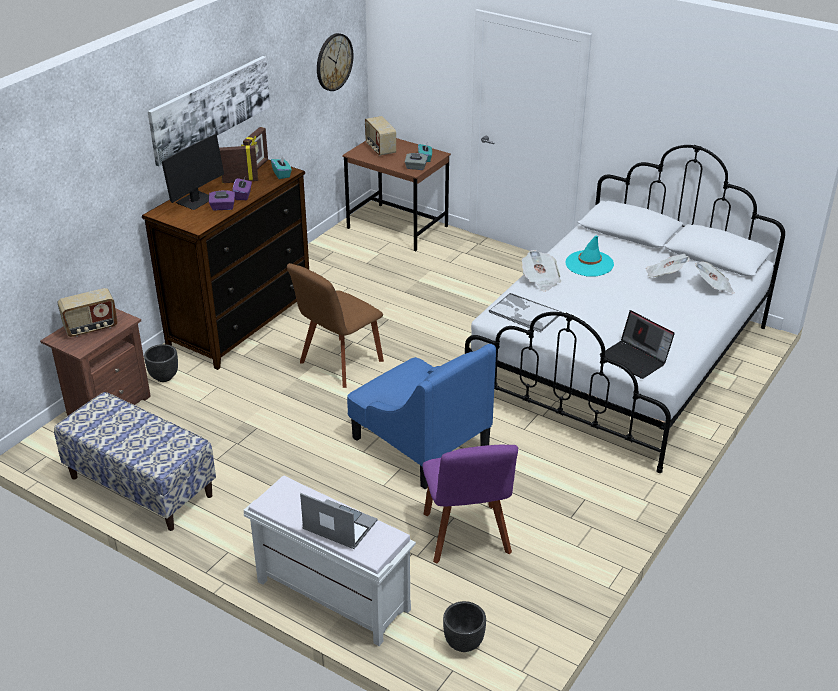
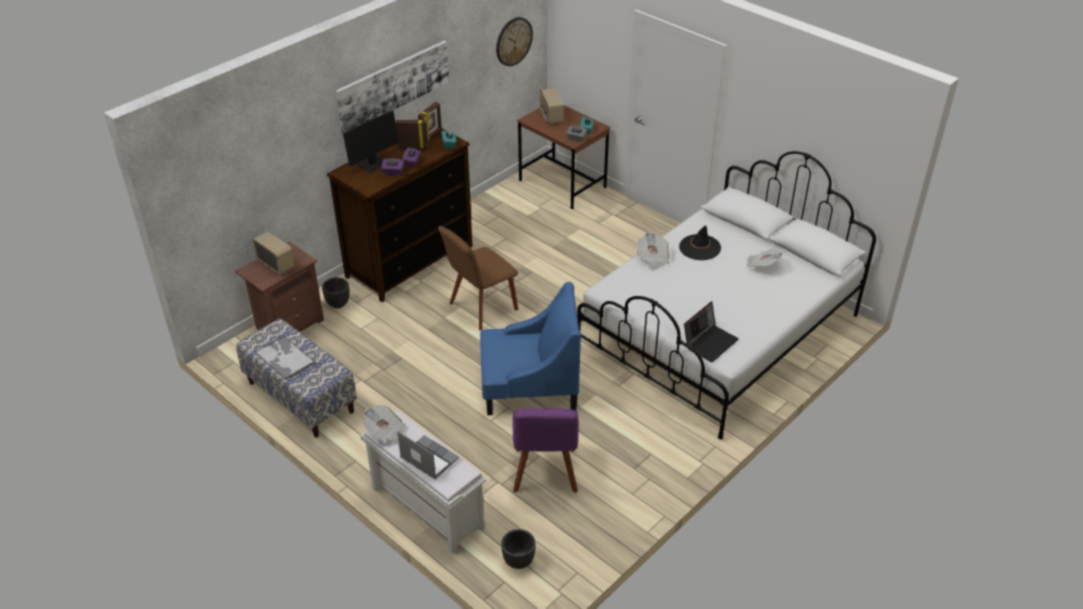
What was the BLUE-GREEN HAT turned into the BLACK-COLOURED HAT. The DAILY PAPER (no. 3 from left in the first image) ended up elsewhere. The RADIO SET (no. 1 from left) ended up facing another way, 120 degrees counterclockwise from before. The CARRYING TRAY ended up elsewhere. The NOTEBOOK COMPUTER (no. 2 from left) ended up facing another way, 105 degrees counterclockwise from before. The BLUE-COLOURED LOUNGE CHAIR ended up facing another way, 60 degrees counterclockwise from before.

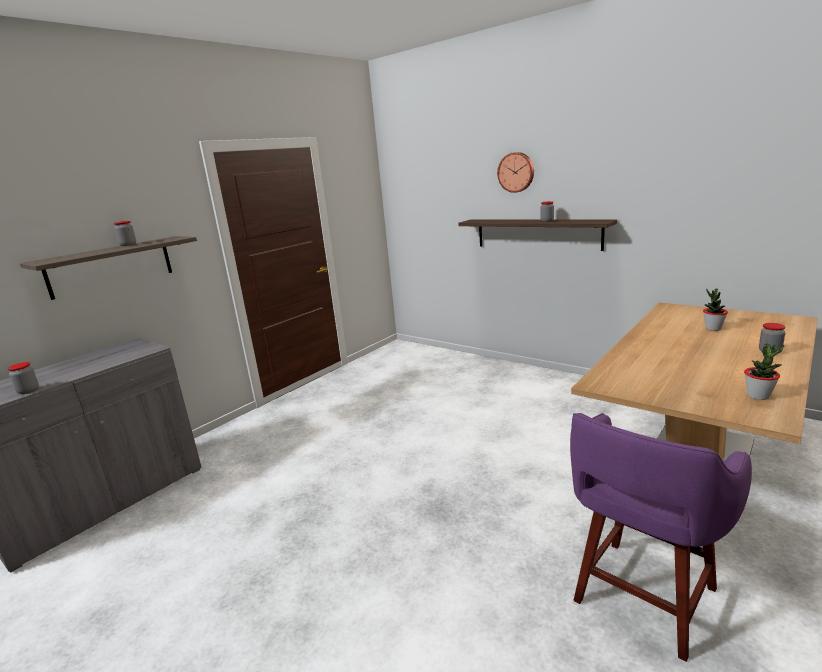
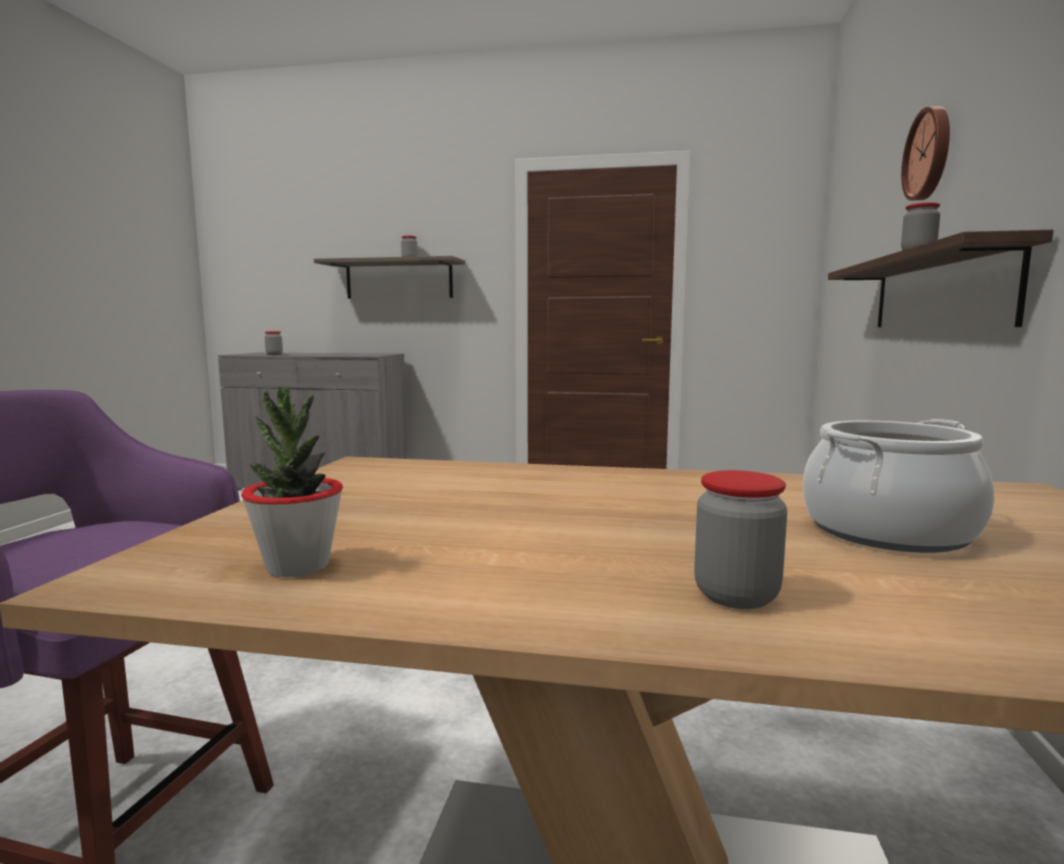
Where the POTTED PLANT (no. 1 from left) stood, the STOCKPOT came to stand.

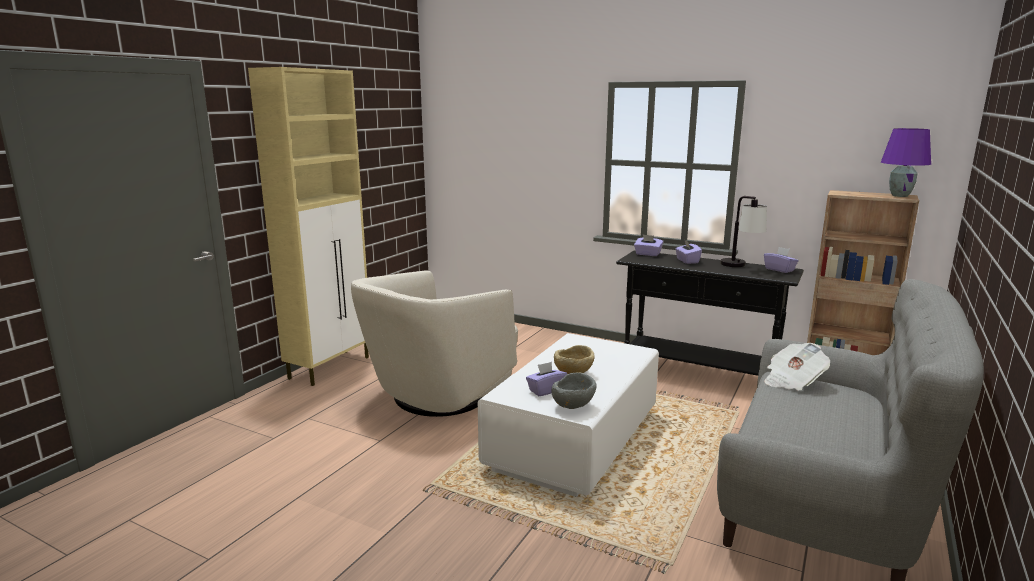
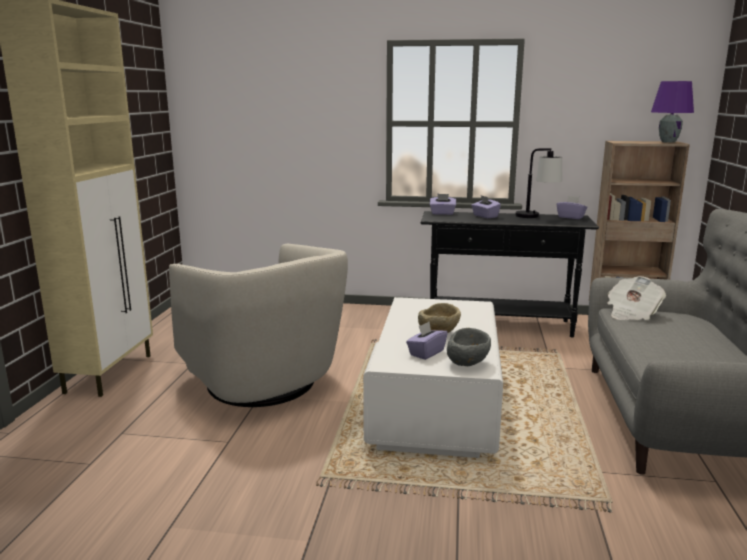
The SAND-COLOURED LOUNGE CHAIR ended up facing another way, 60 degrees counterclockwise from before.

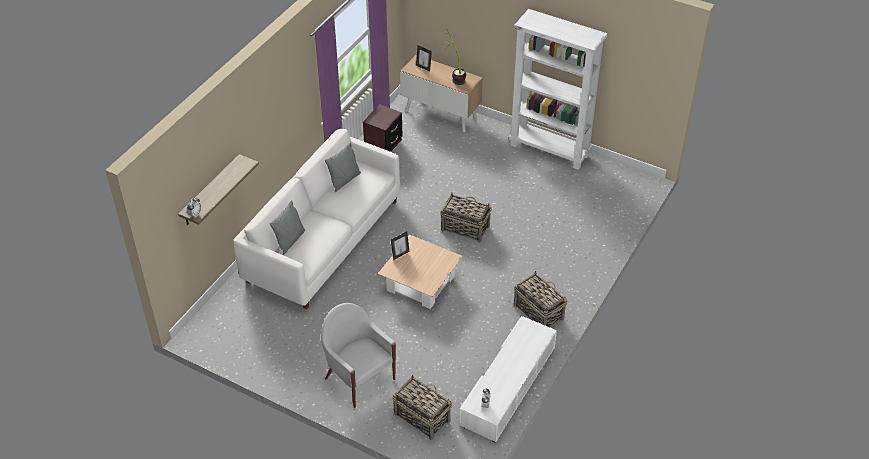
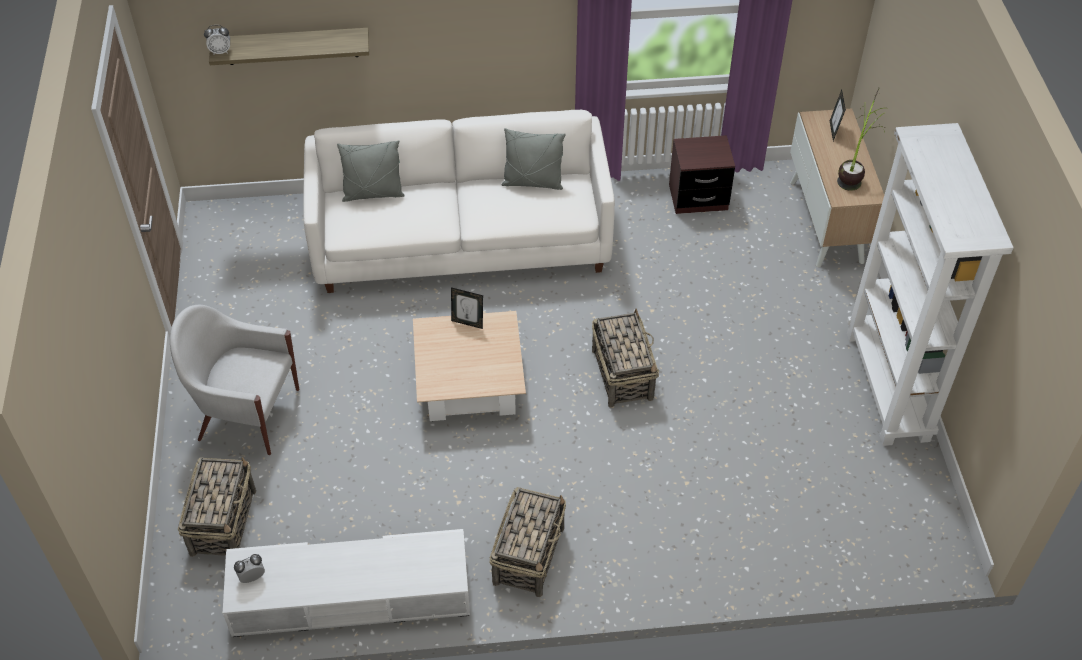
The WHITE LOUNGE CHAIR ended up facing another way, 90 degrees counterclockwise from before.

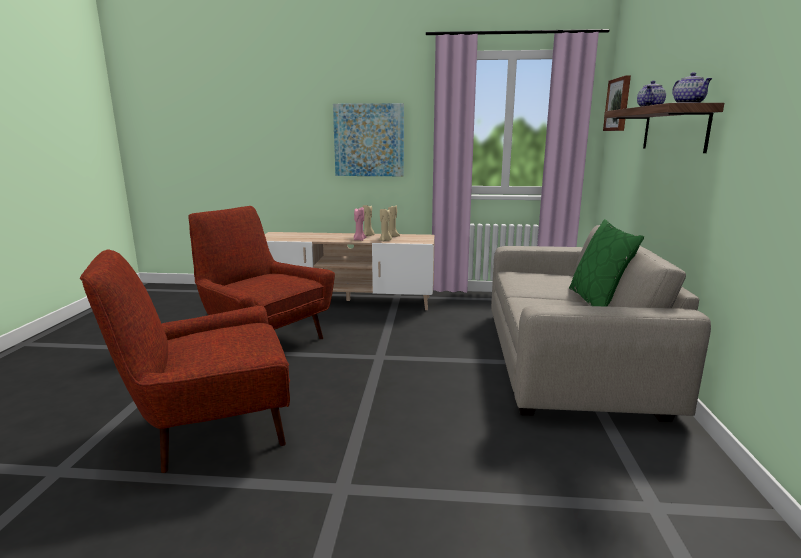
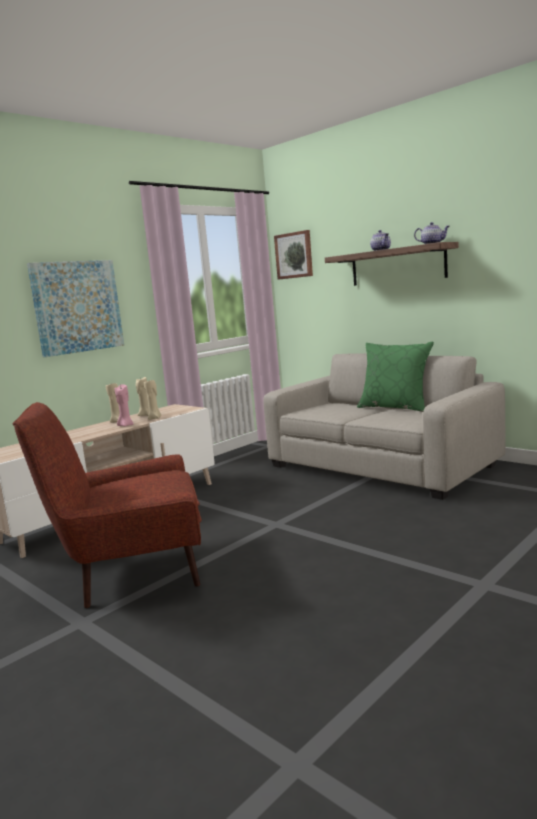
The second view lost the RED LOUNGE CHAIR (no. 1 from left).

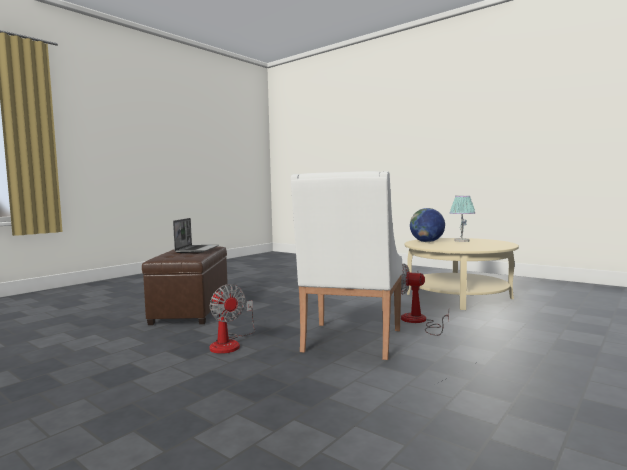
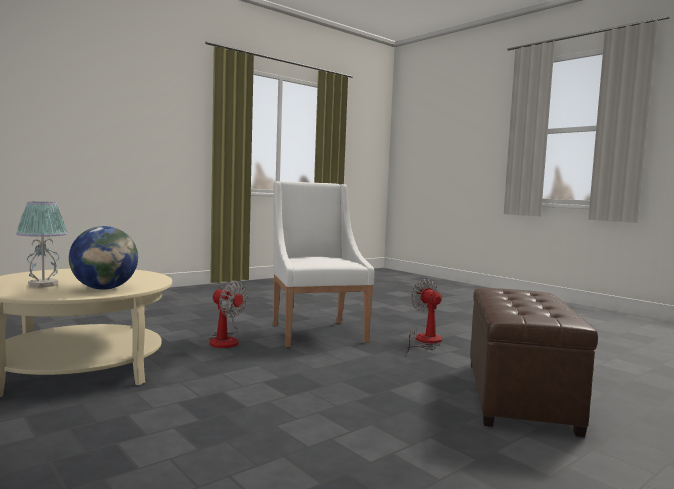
The WHITE LOUNGE CHAIR ended up facing another way, 45 degrees counterclockwise from before. The second view lost the NOTEBOOK COMPUTER.

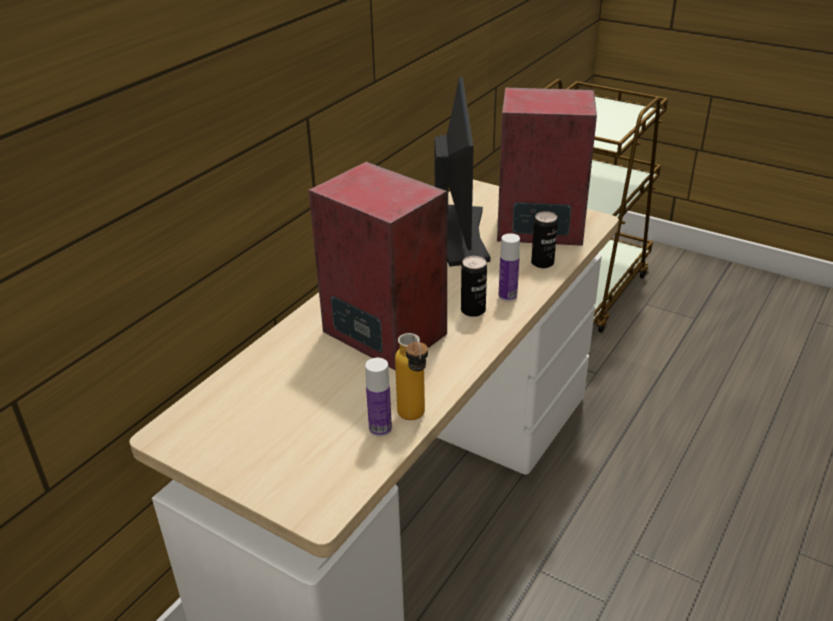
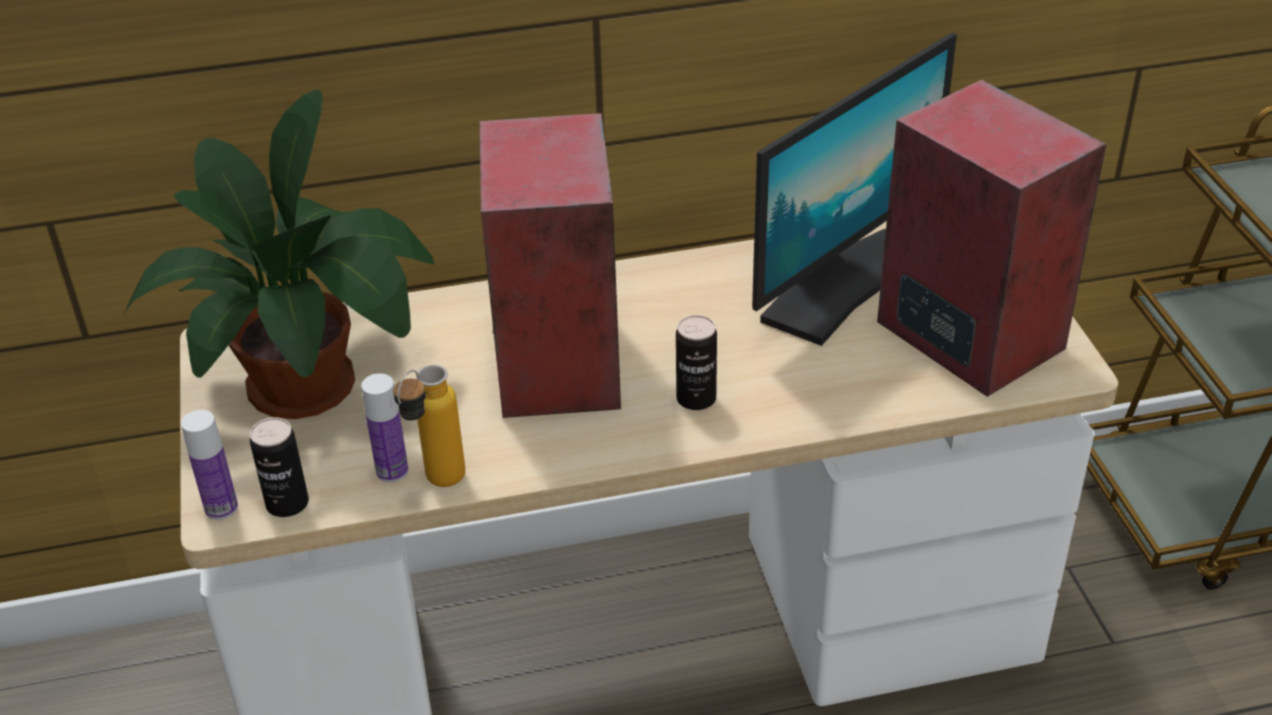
The CAN (no. 2 from left in the first image) ended up elsewhere. The DRINK BOTTLE (no. 3 from left in the first image) ended up elsewhere. The second view gained the POTTED PLANT.

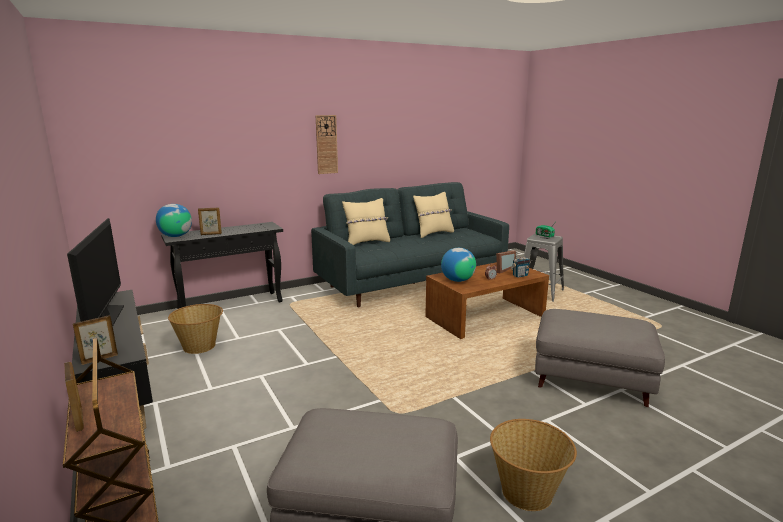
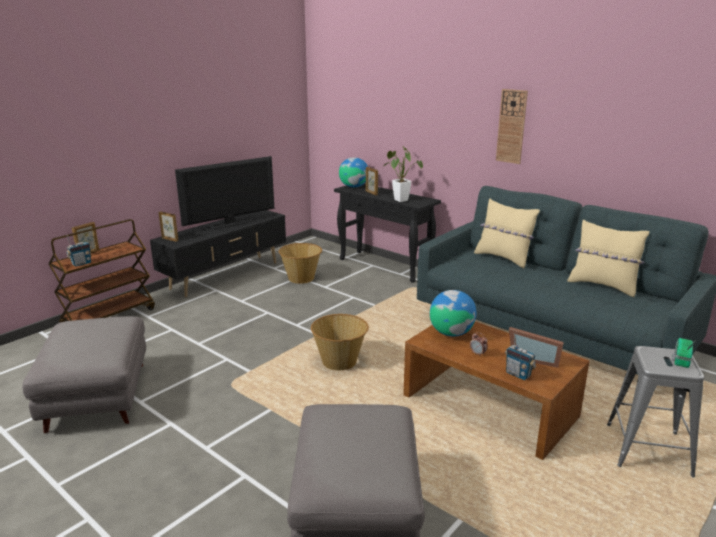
The STORAGE BASKET (no. 2 from left) ended up elsewhere. The second view gained the POTTED PLANT. The second view gained the RADIO SET (no. 1 from left).

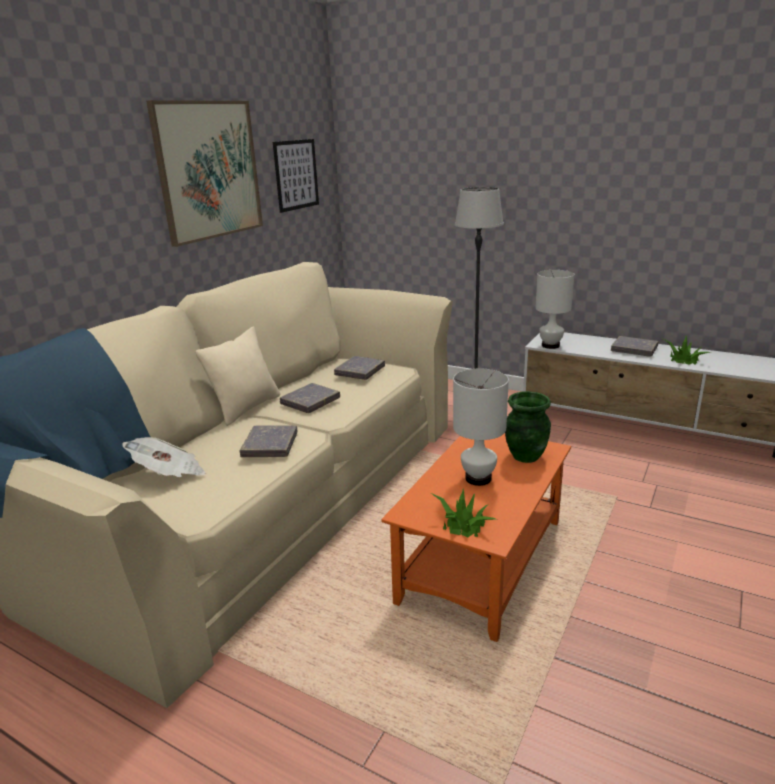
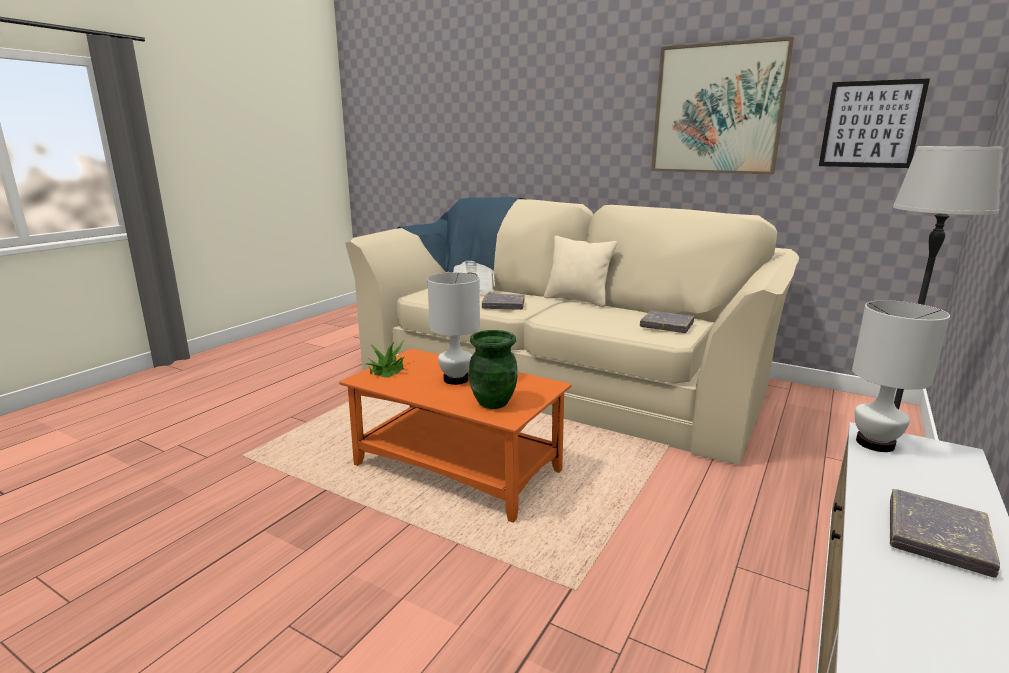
The second view lost the POTTED PLANT (no. 2 from left). The second view lost the GRAY BOUND BOOK (no. 2 from left).

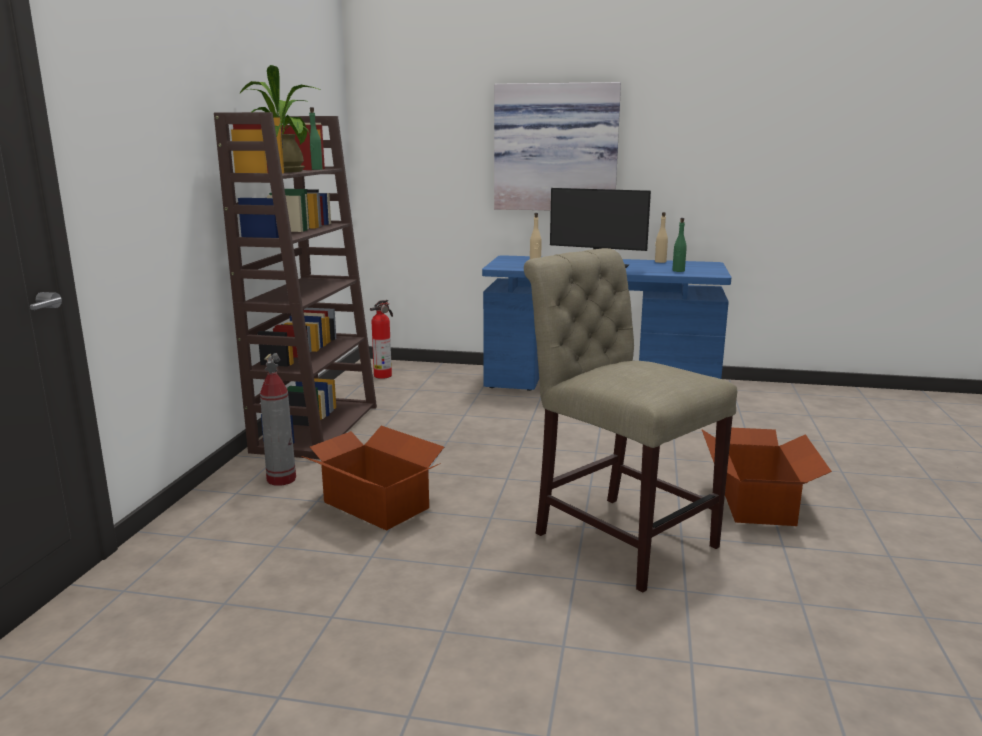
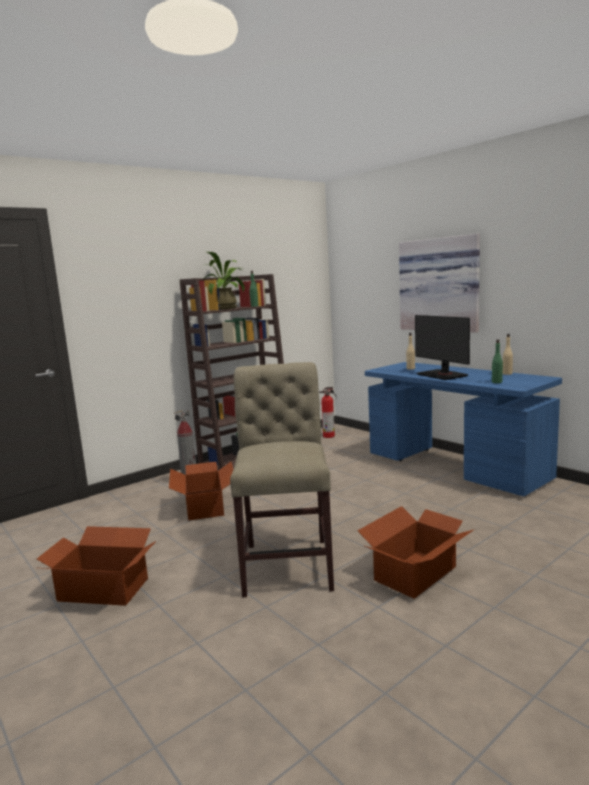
The second view gained the CARDBOARD BOX (no. 1 from left).

